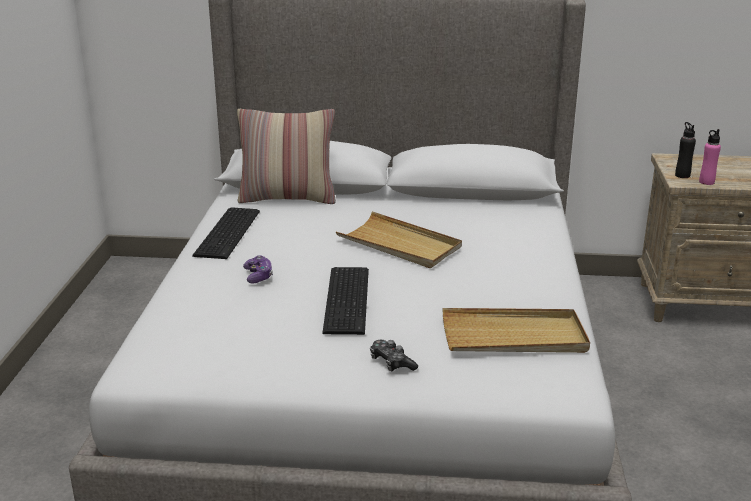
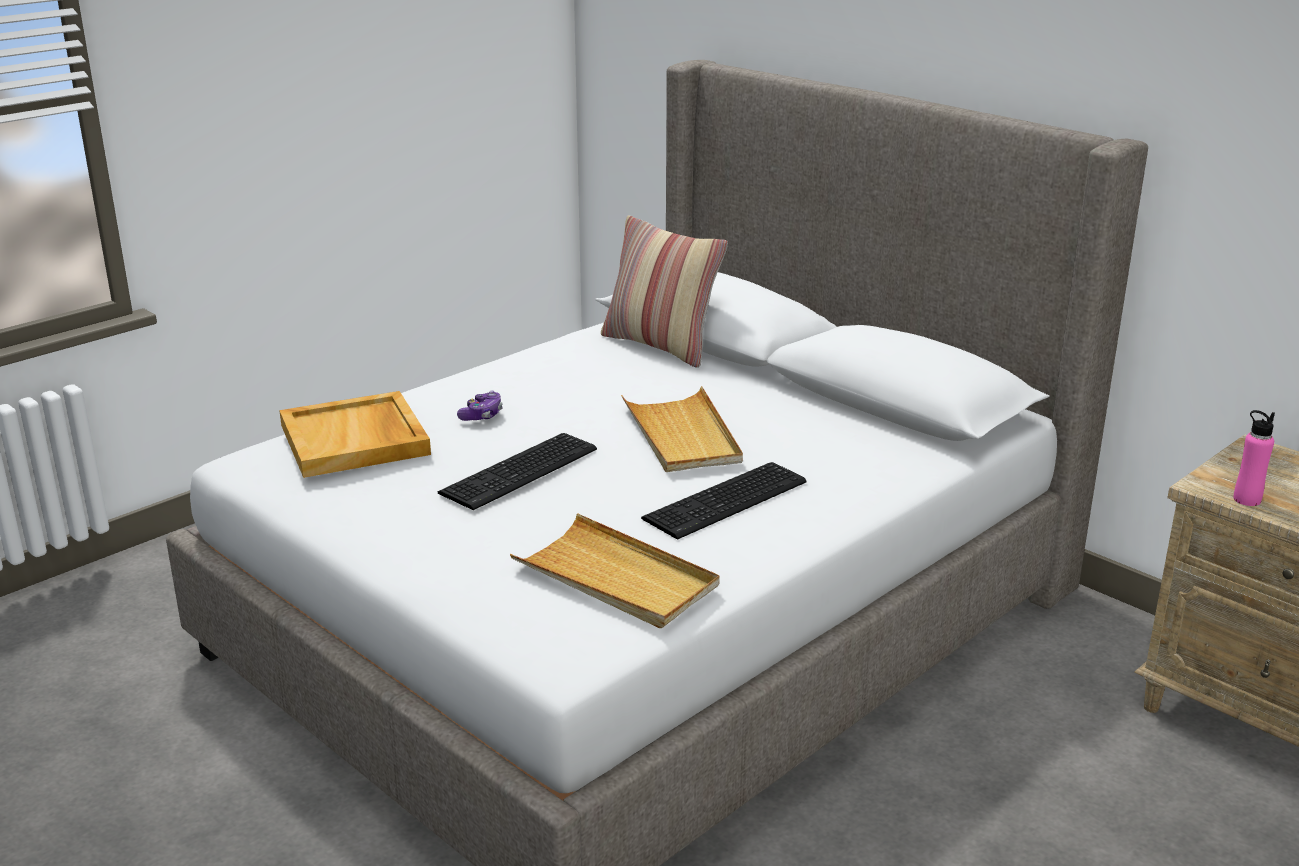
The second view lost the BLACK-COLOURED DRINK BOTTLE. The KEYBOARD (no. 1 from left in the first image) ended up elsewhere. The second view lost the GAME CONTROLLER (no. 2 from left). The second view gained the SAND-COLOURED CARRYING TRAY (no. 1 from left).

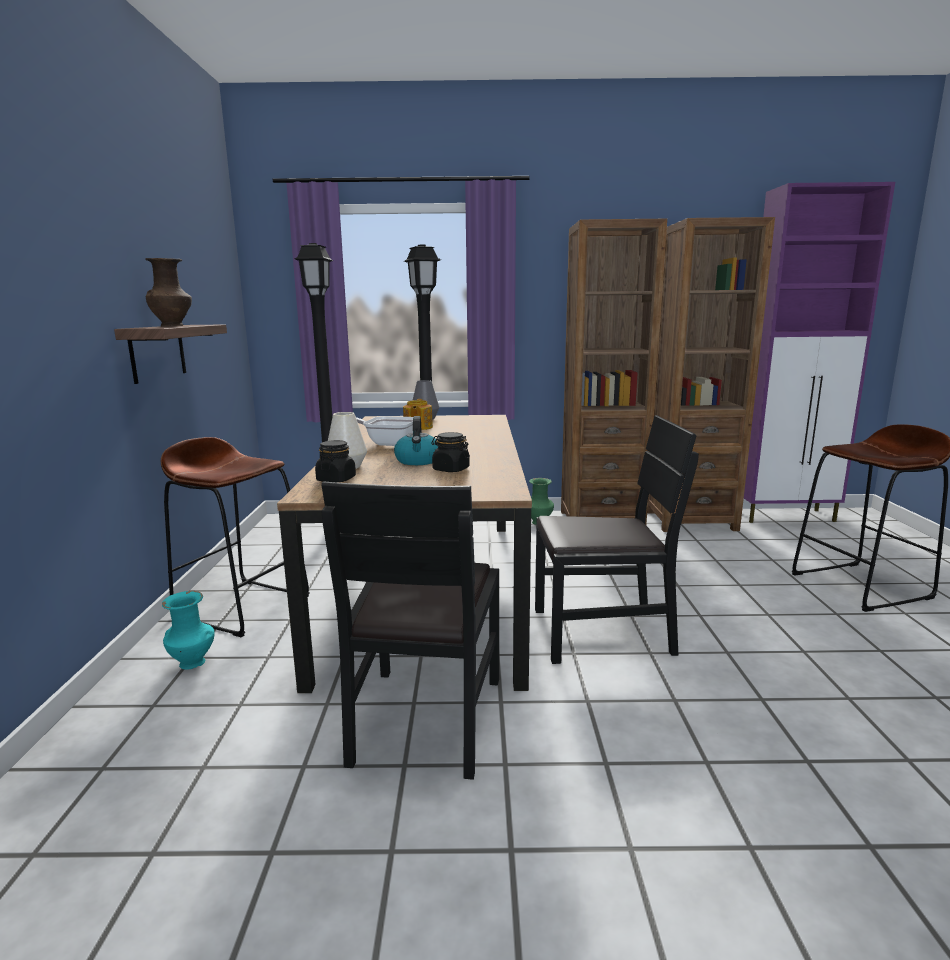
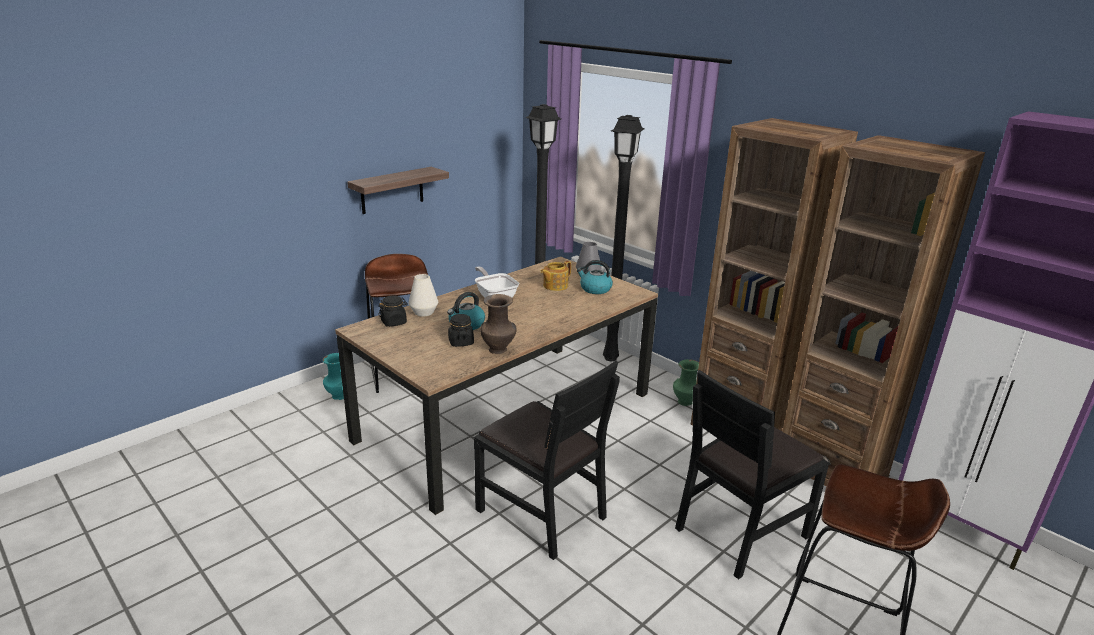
The BROWNISH VASE ended up elsewhere. The BLACK-COLOURED PLAIN CHAIR (no. 1 from left in the first image) ended up elsewhere. The second view gained the WATER KETTLE (no. 2 from left).

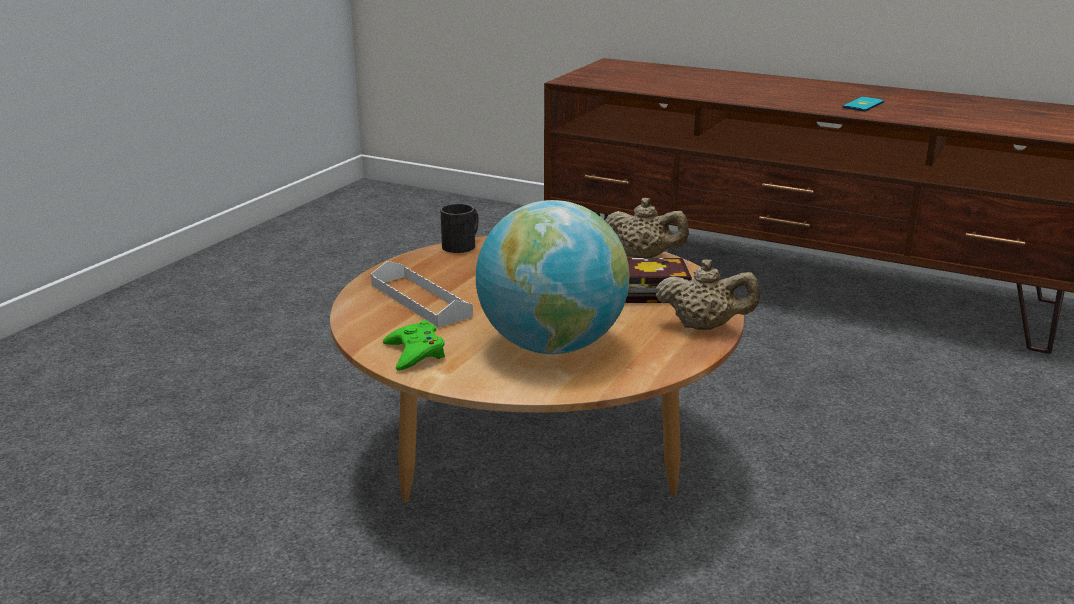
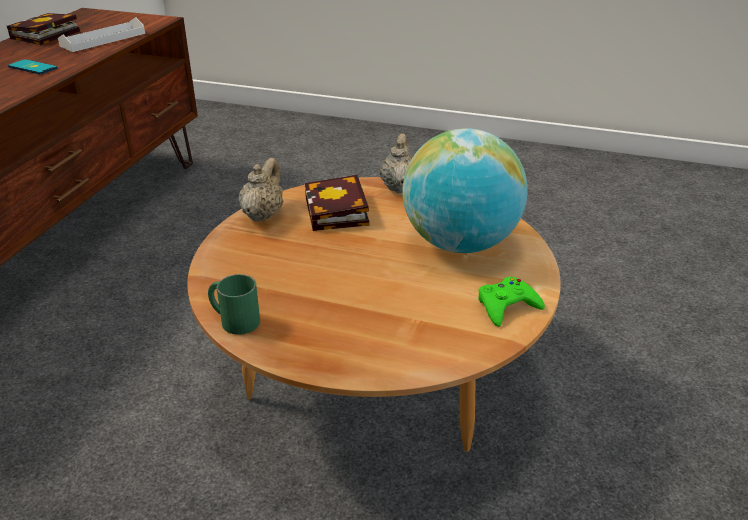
What was the BLACK-COLOURED COFFEE MUG turned into the GREENISH COFFEE MUG. The WHITE CARRYING TRAY ended up elsewhere. The second view gained the BOUND BOOK (no. 1 from left).

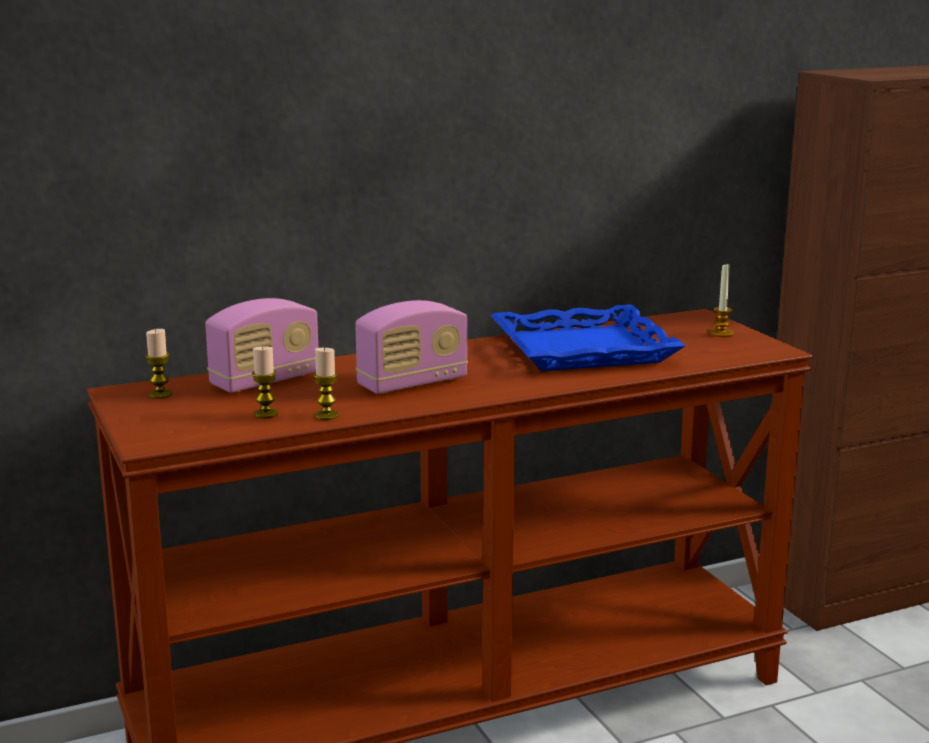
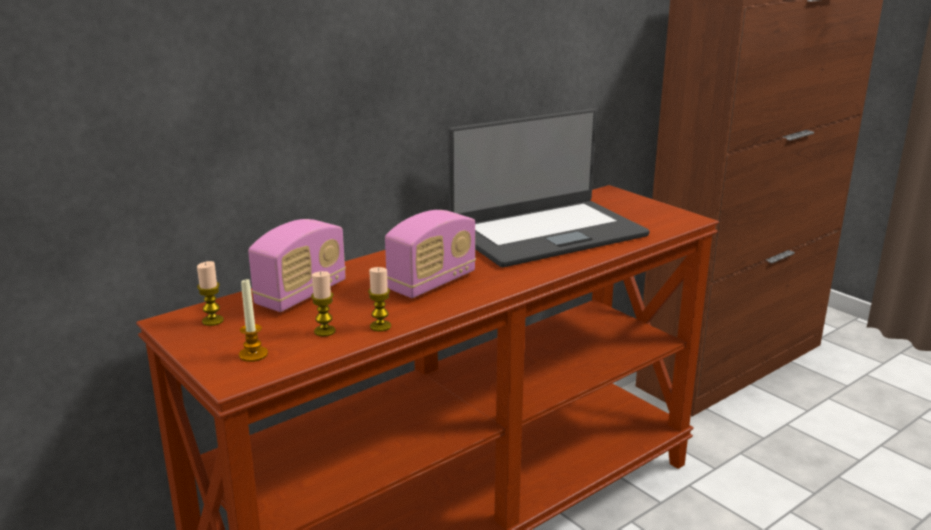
The WAX LIGHT (no. 4 from left in the first image) ended up elsewhere. Where the BLUE-COLOURED CARRYING TRAY stood, the NOTEBOOK COMPUTER came to stand.

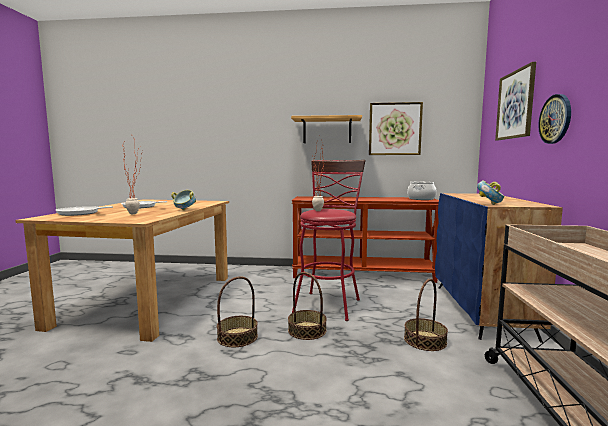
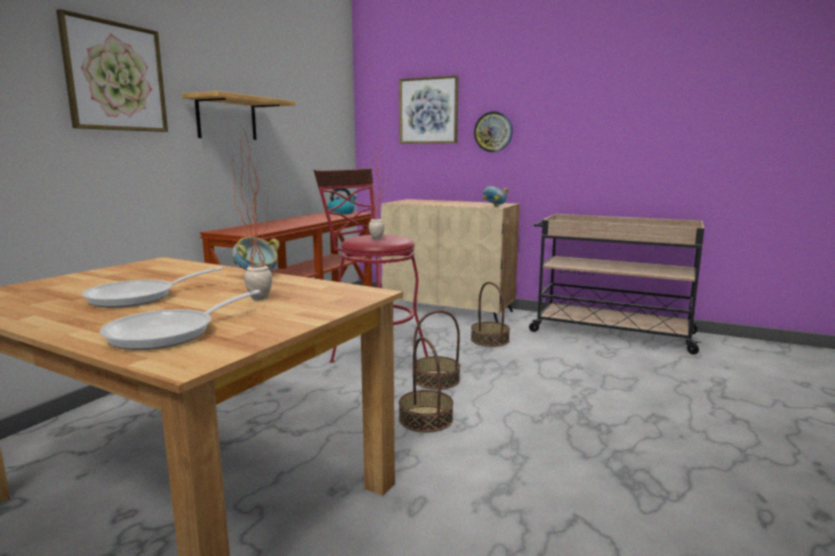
The PICTURE (no. 1 from left) ended up elsewhere. Where the STOCKPOT stood, the WATER KETTLE came to stand. What was the BLUE-COLOURED STORAGE CABINET turned into the SAND-COLOURED STORAGE CABINET.

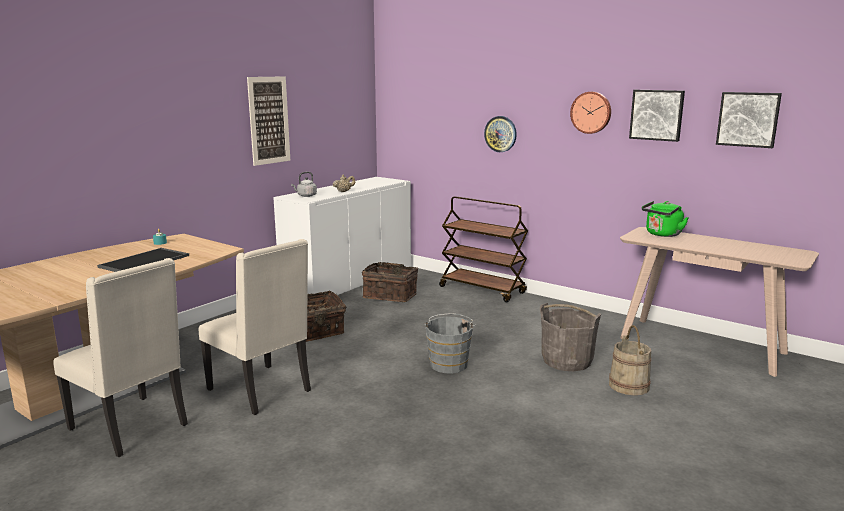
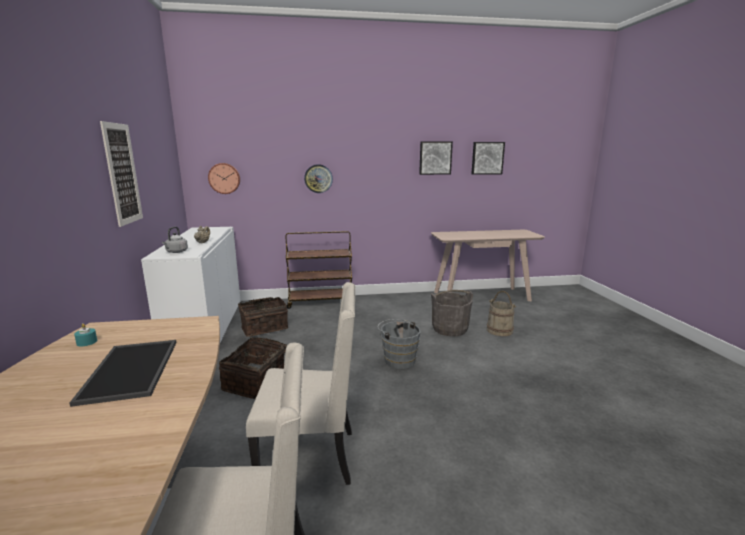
The HANGING CLOCK (no. 2 from left in the first image) ended up elsewhere. The second view lost the GREENISH WATER KETTLE.

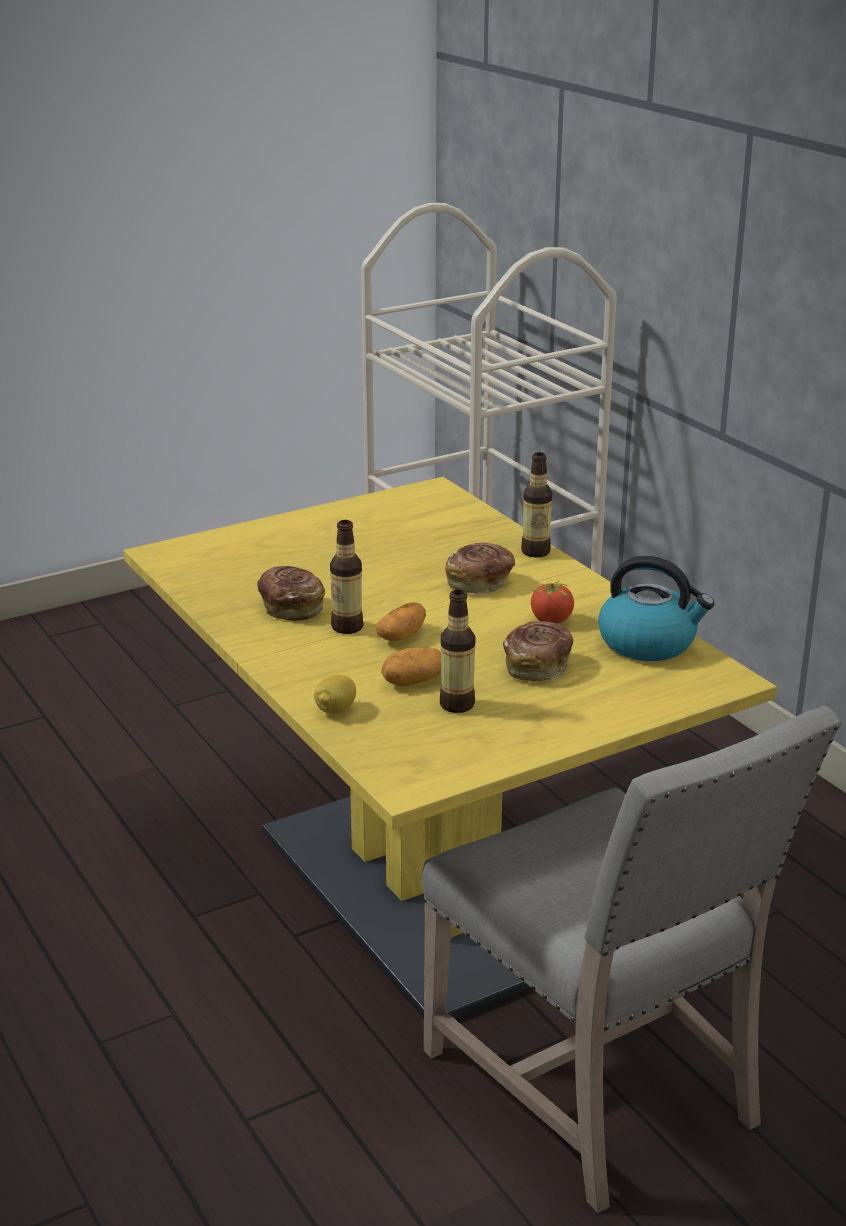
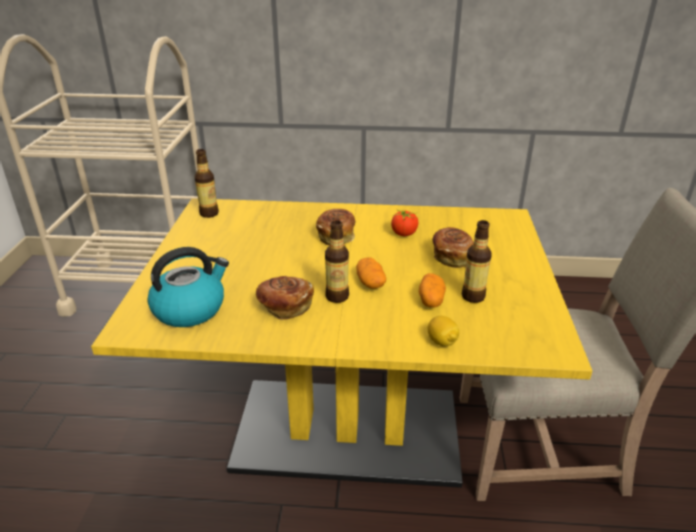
The DRINK BOTTLE (no. 3 from left in the first image) ended up elsewhere. The WATER KETTLE ended up elsewhere.

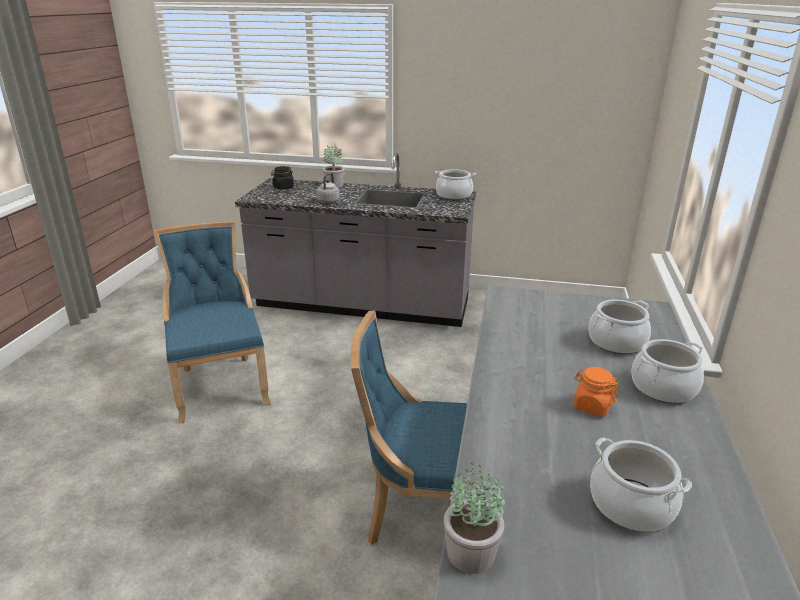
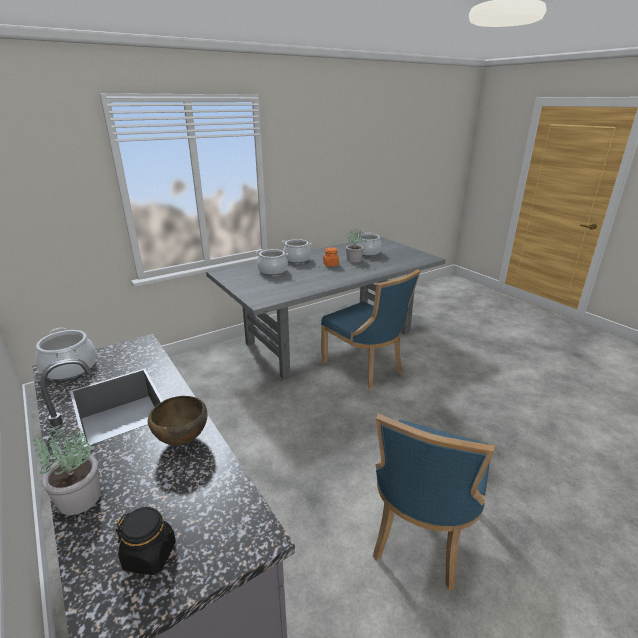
Where the GRAY WATER KETTLE stood, the BROWNISH BOWL came to stand. The POTTED PLANT (no. 2 from left) ended up elsewhere.

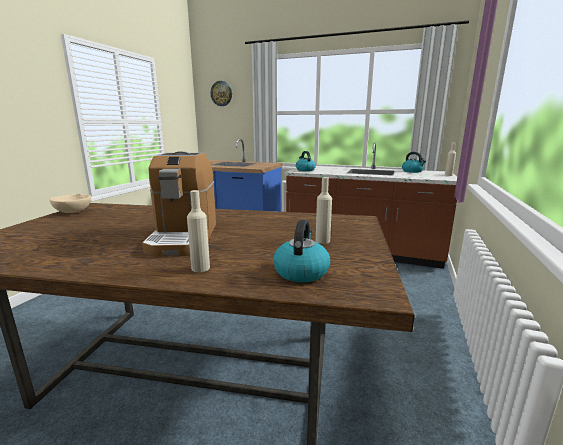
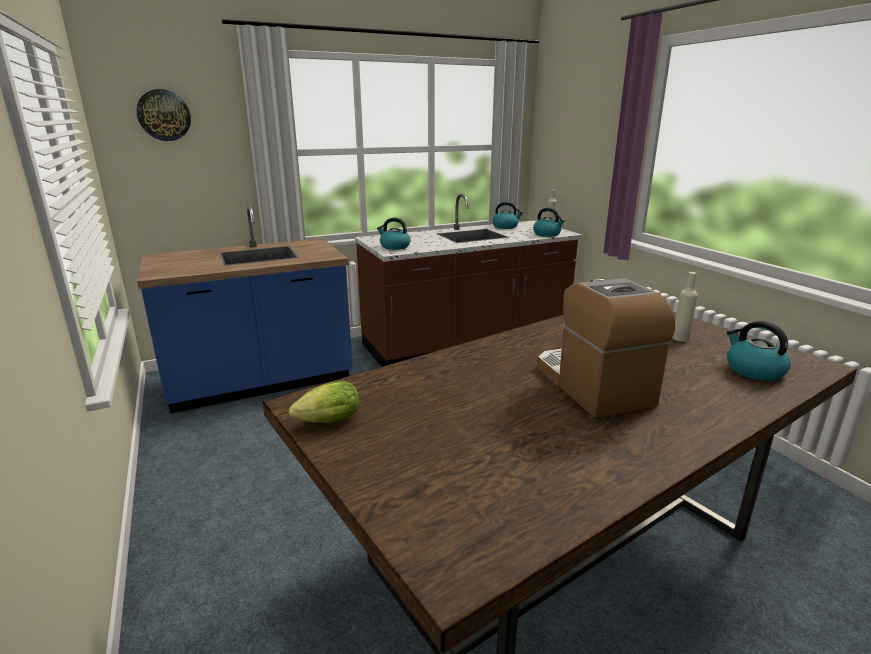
The COFFEE MAKER ended up facing another way, 150 degrees counterclockwise from before. The second view lost the SAND-COLOURED DRINK BOTTLE (no. 1 from left). Where the SAND-COLOURED BOWL stood, the LETTUCE HEAD came to stand. The second view gained the WATER KETTLE (no. 3 from left).

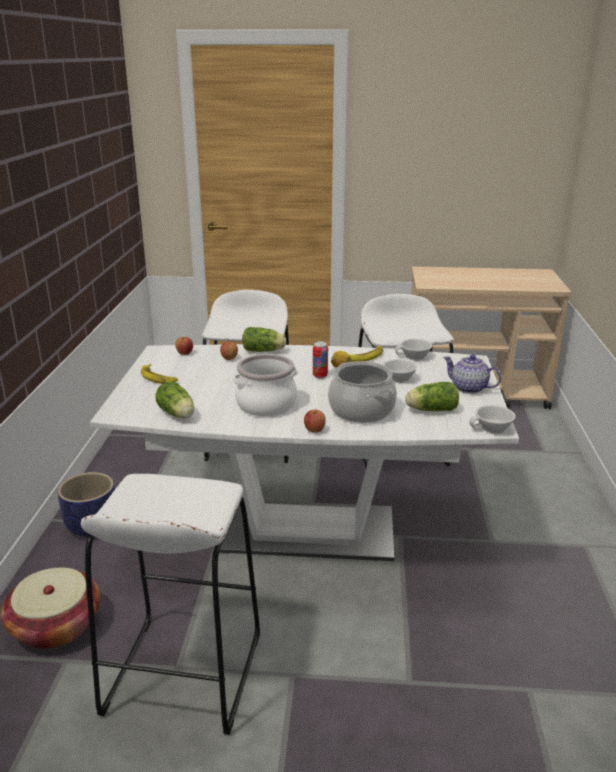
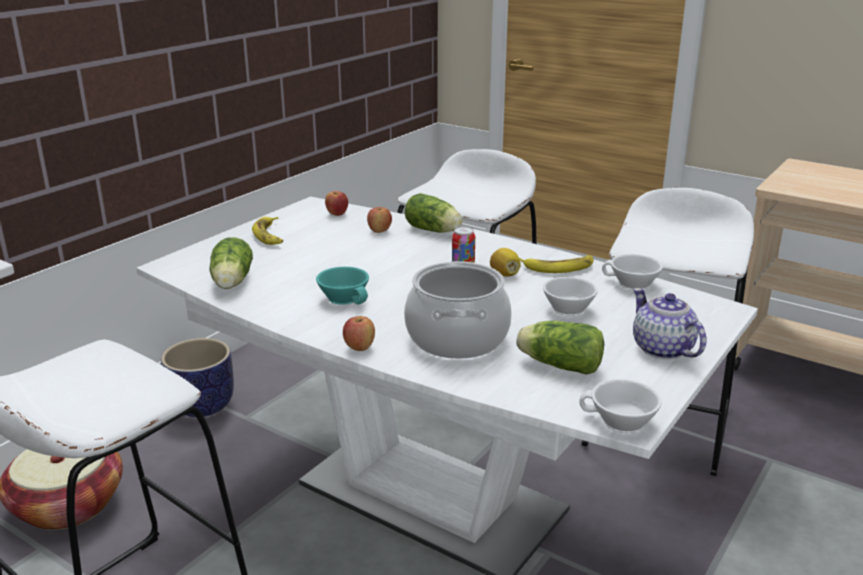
Where the STOCKPOT (no. 1 from left) stood, the BLUE-GREEN SMALL CUP came to stand.

